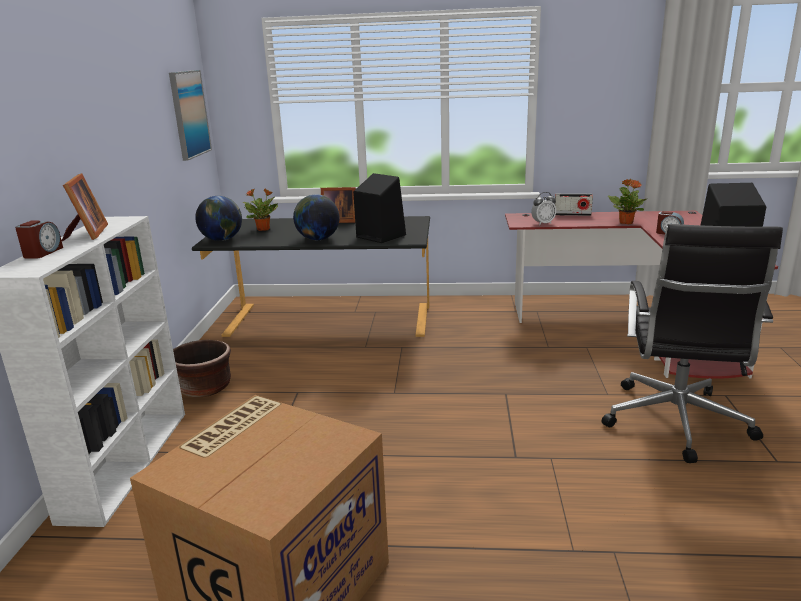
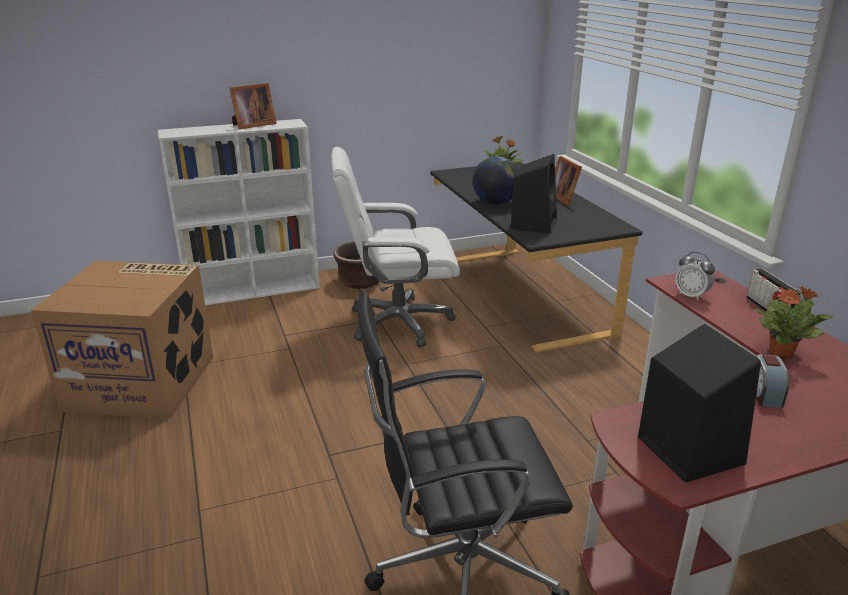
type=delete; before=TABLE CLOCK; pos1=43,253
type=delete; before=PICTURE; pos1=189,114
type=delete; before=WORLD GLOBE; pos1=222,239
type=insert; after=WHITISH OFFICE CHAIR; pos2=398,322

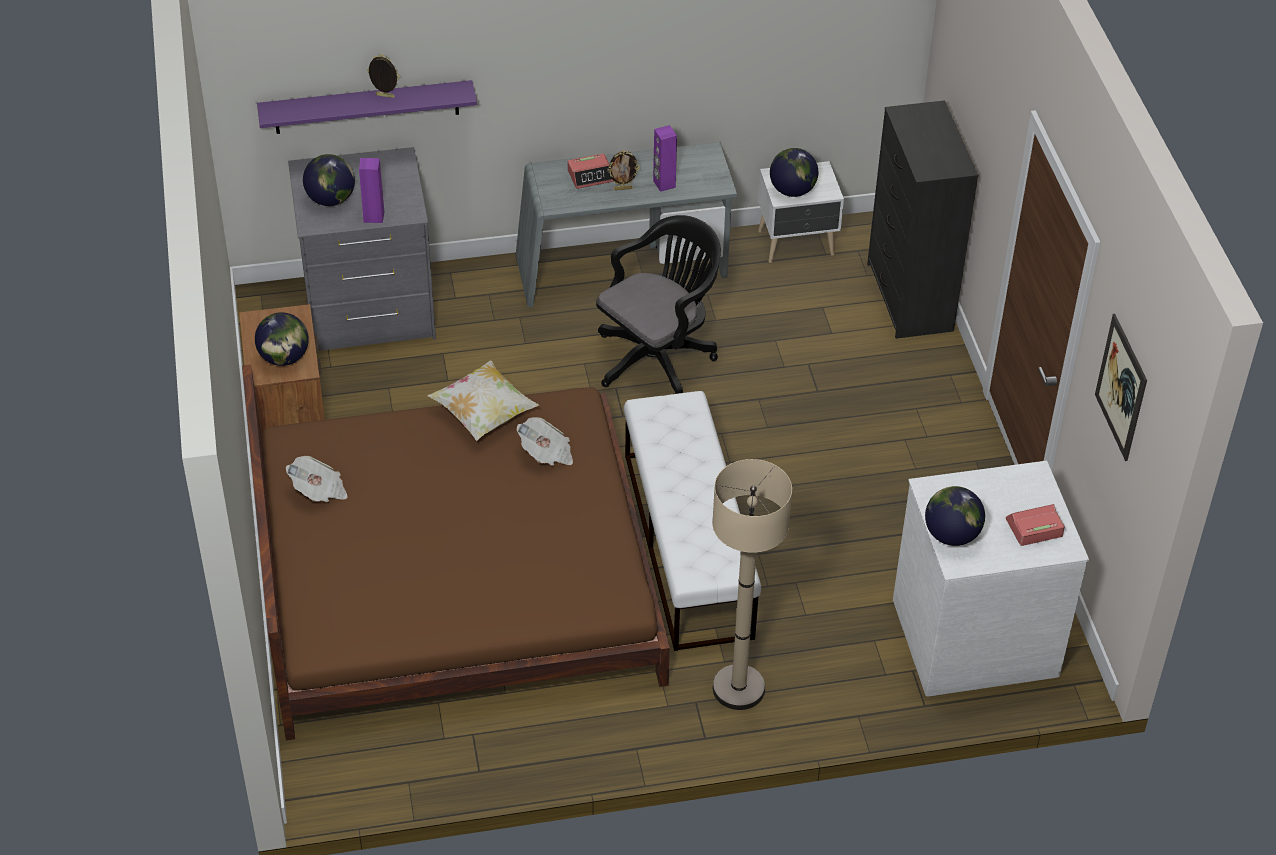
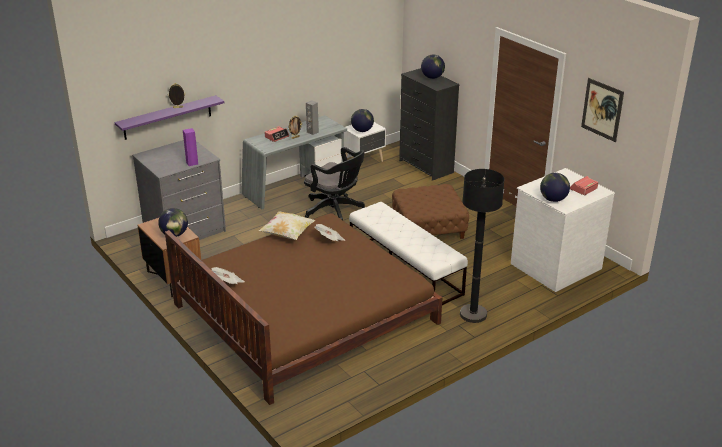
type=move; before=WORLD GLOBE; pos1=331,199; pos2=432,77
type=rotate; before=BLACK OFFICE CHAIR; pos1=658,357; pos2=336,211; turn=105
type=recolor; before=PURPLISH LOUDSPEAKER; after=GREYISH LOUDSPEAKER; pos1=664,184; pos2=312,132
type=recolor; before=BEIGE FLOOR LAMP; after=BLACK FLOOR LAMP; pos1=738,688; pos2=473,314
type=insert; after=BROWNISH FOOTREST; pos2=429,227

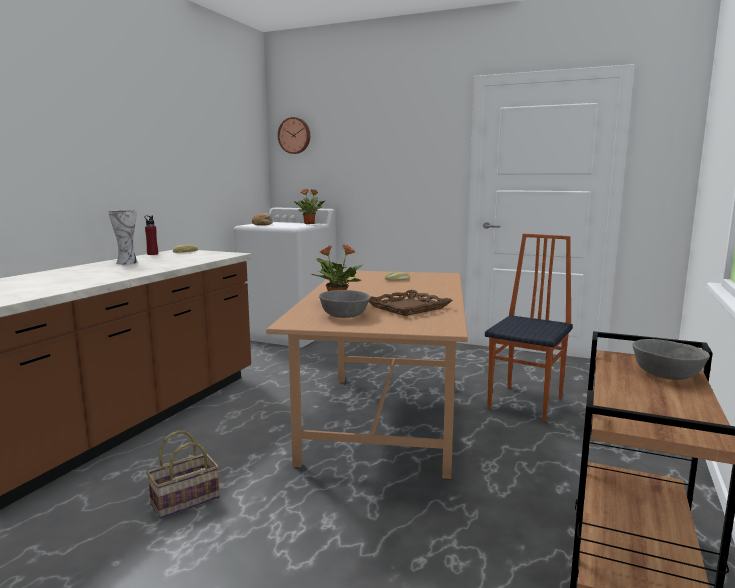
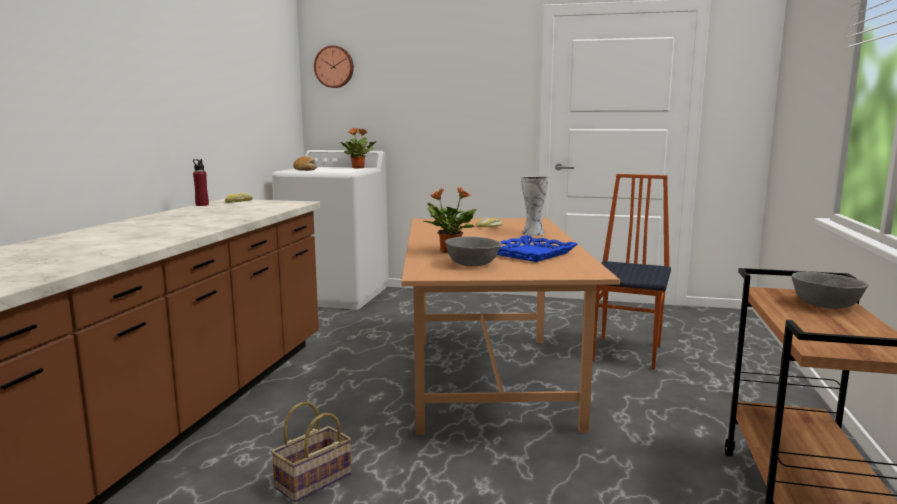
type=move; before=VASE; pos1=127,262; pos2=532,233
type=recolor; before=BROWNISH TRAY; after=BLUISH TRAY; pos1=408,308; pos2=531,254

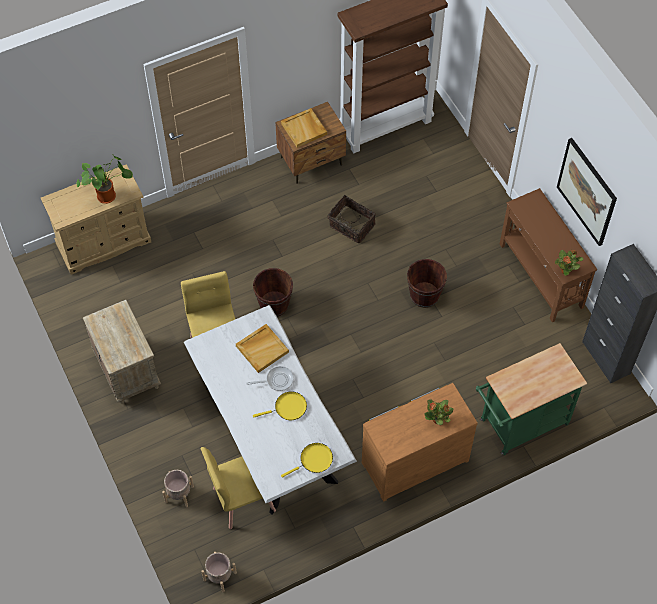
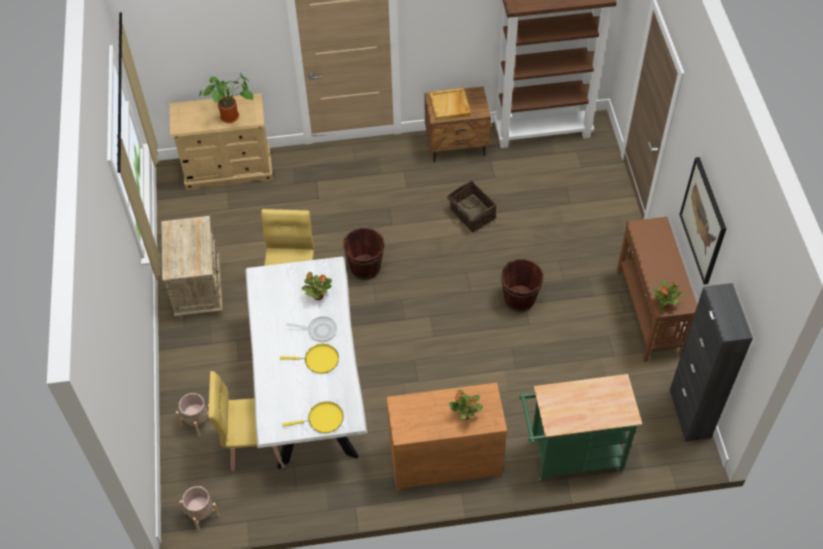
type=replace; before=BEIGE TRAY; after=HOUSEPLANT; pos1=262,349; pos2=318,296

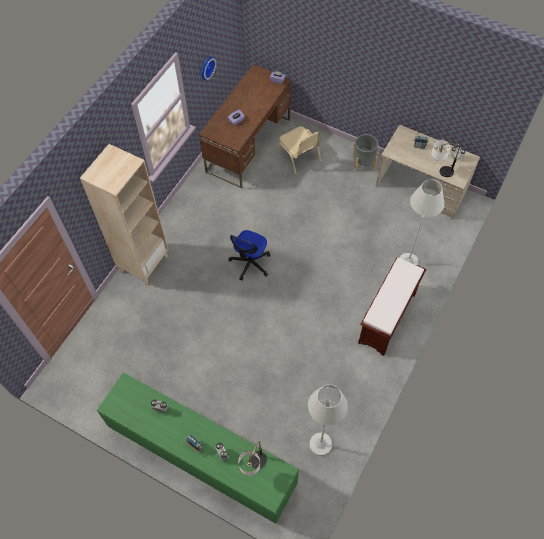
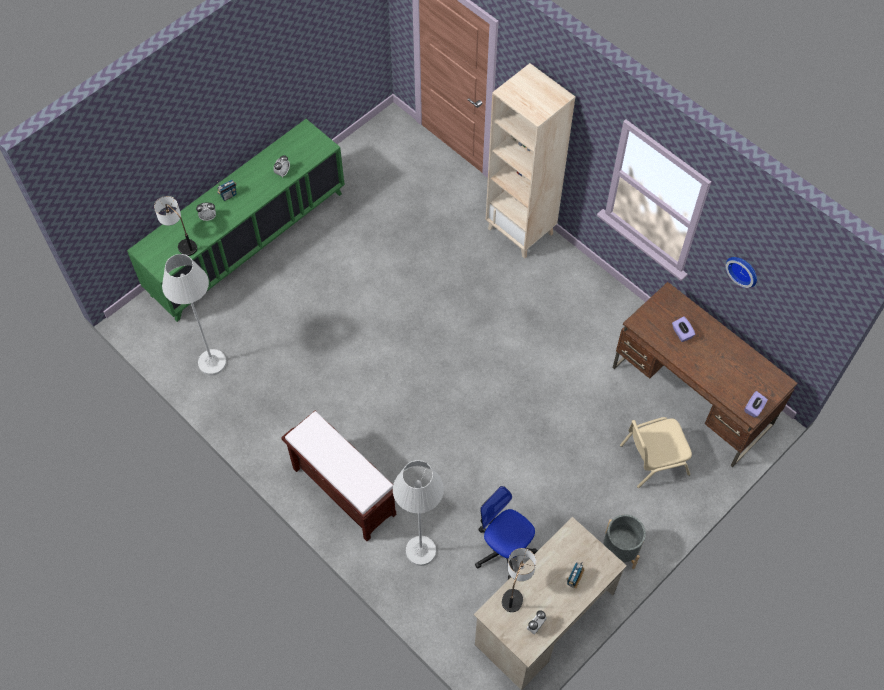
type=move; before=OFFICE CHAIR; pos1=250,263; pos2=504,549

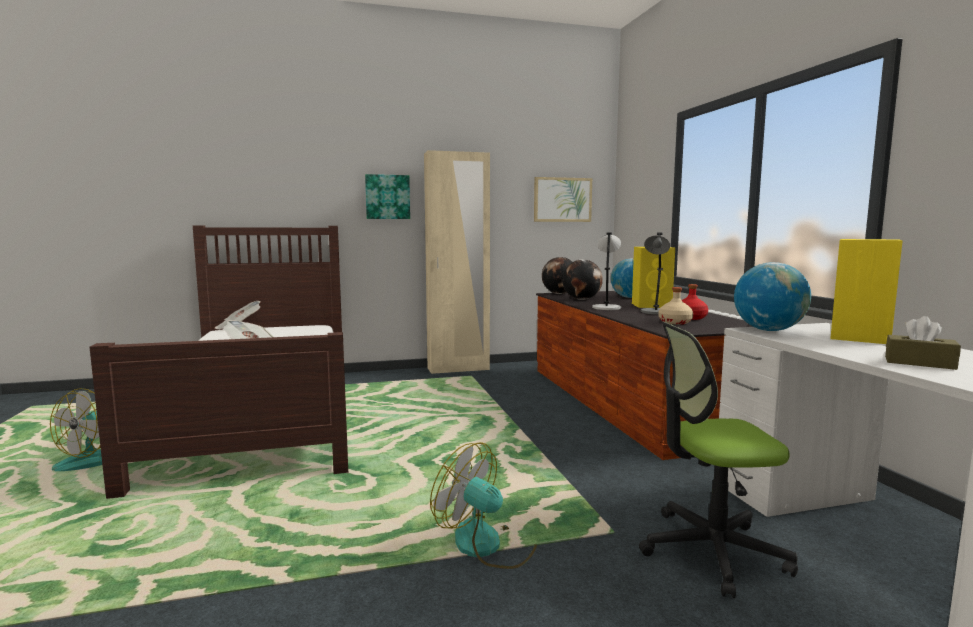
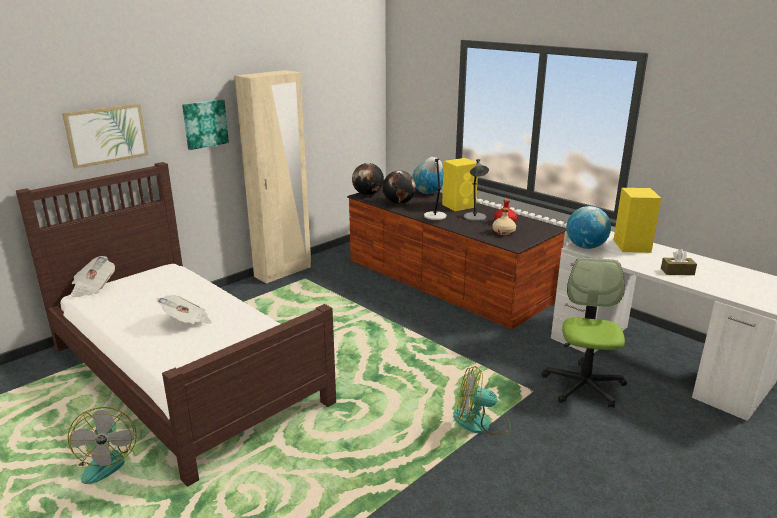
type=move; before=PICTURE; pos1=562,199; pos2=106,134
type=rotate; before=OFFICE CHAIR; pos1=712,551; pos2=584,386; turn=135

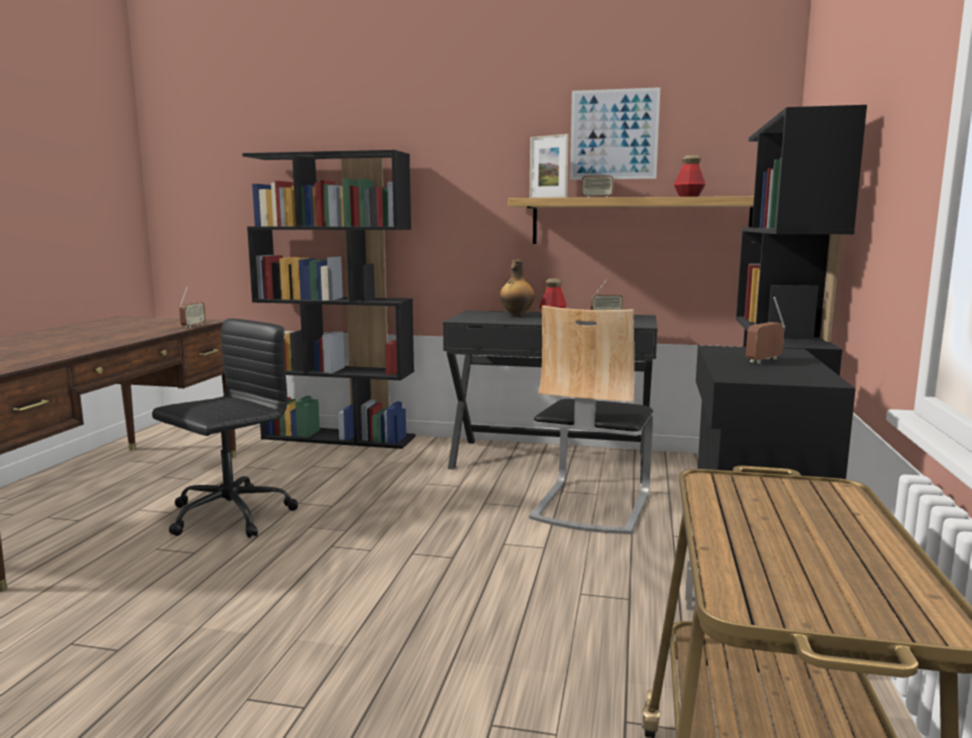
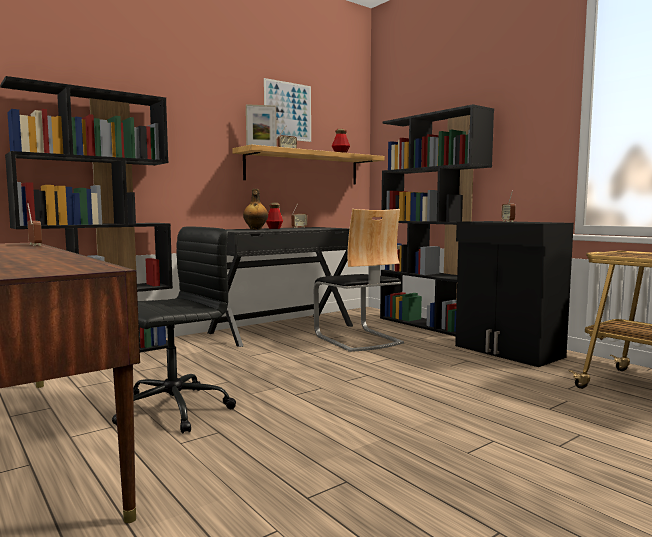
type=rotate; before=BLACK OFFICE CHAIR; pos1=228,515; pos2=171,410; turn=60

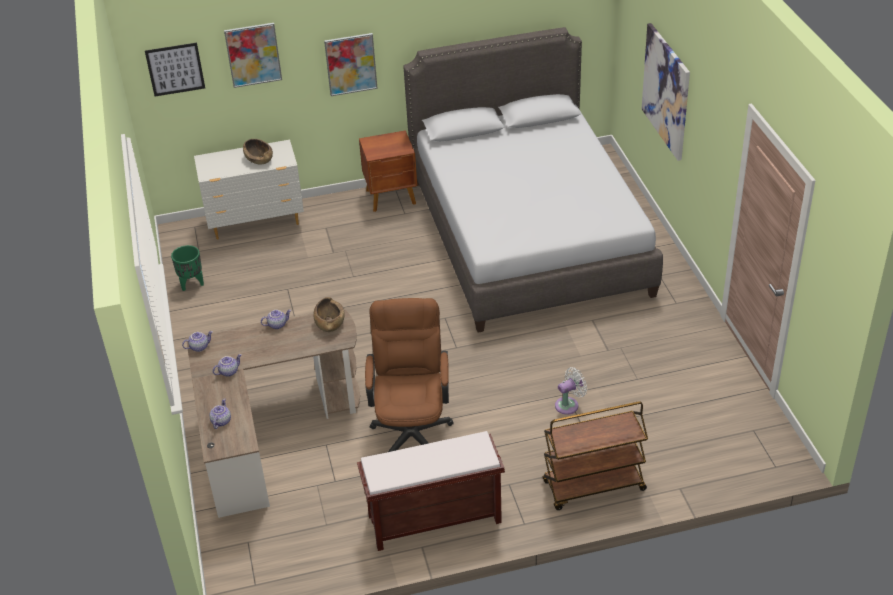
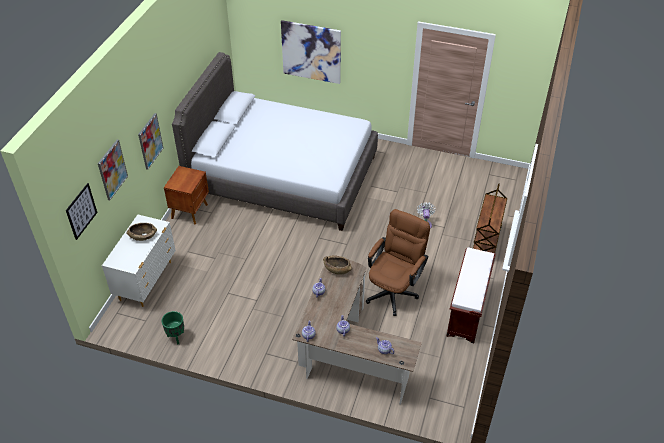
type=rotate; before=BROWNISH OFFICE CHAIR; pos1=412,428; pos2=394,290; turn=90

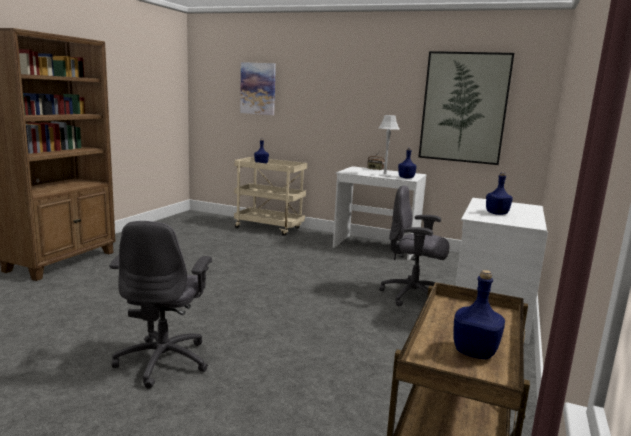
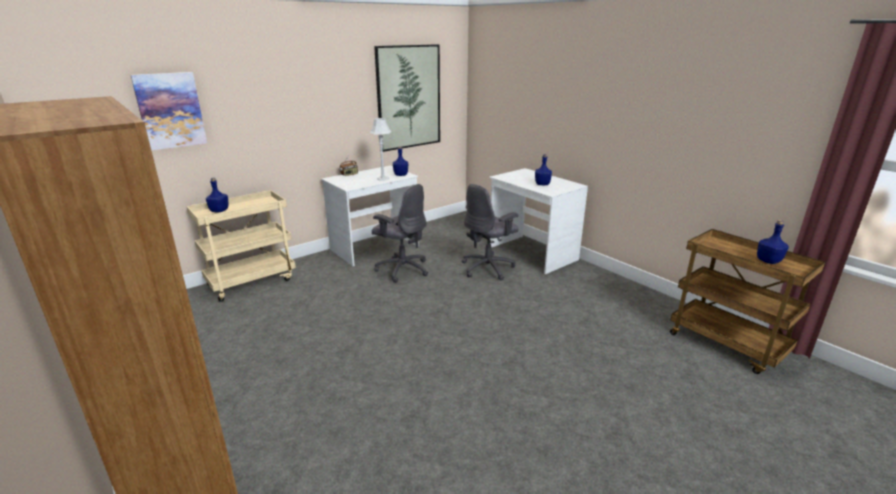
type=move; before=GREYISH OFFICE CHAIR; pos1=164,361; pos2=402,269

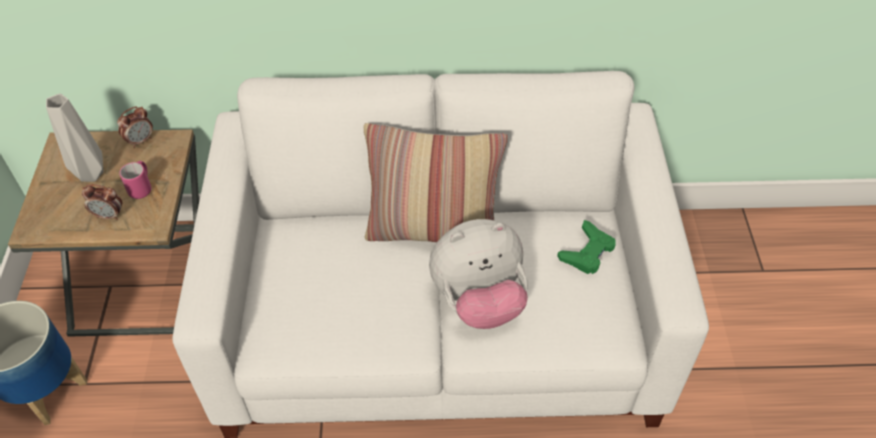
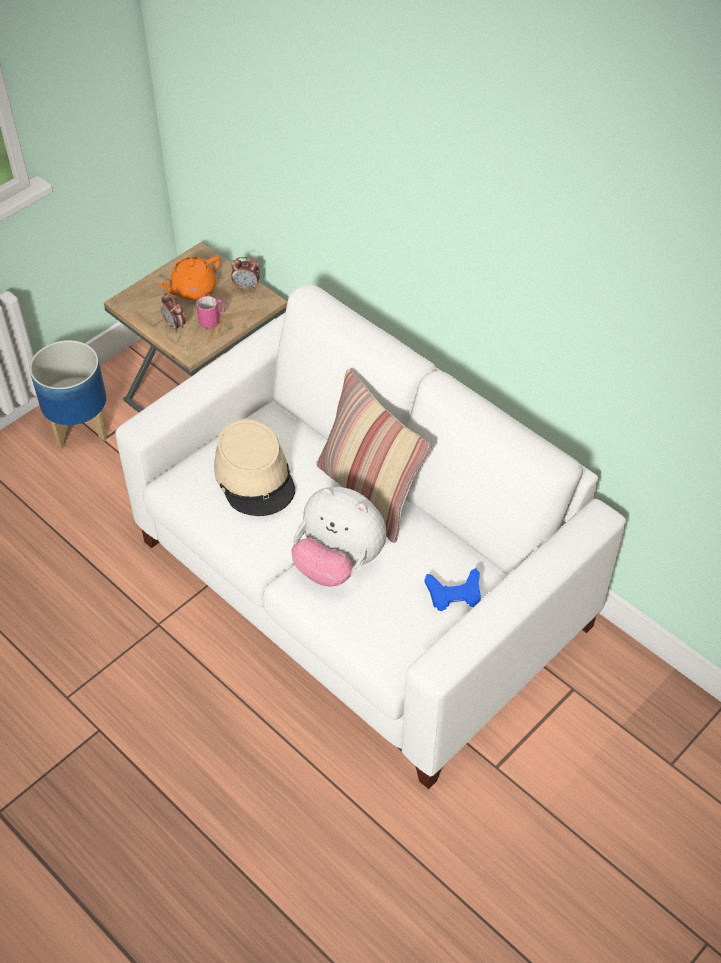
type=replace; before=GREYISH VASE; after=ORANGE TEAPOT; pos1=90,175; pos2=192,290
type=recolor; before=GREEN JOYPAD; after=BLUISH JOYPAD; pos1=587,252; pos2=454,593
type=insert; after=BEIGE CLOTHING HAT; pos2=255,477

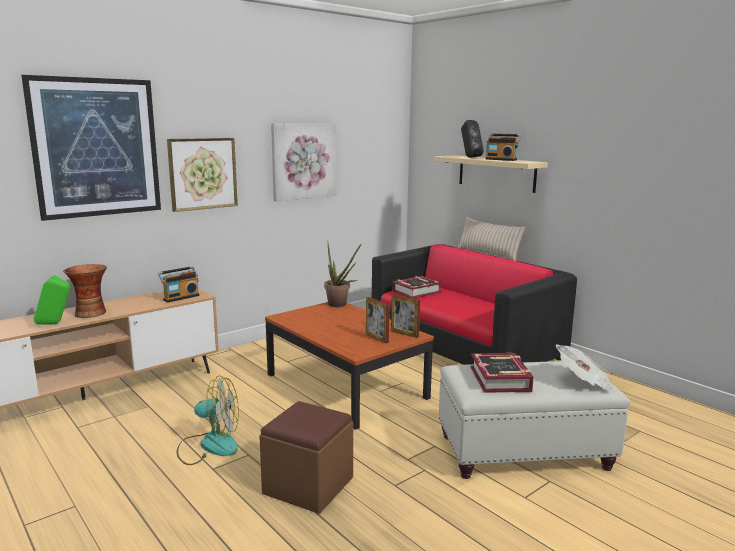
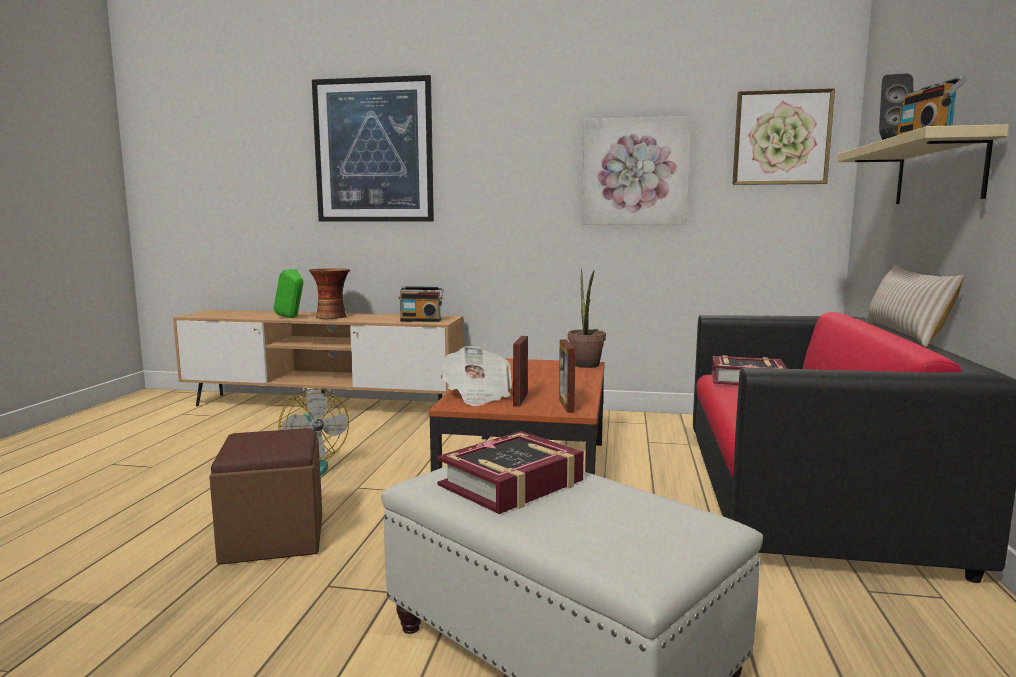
type=move; before=PICTURE; pos1=203,173; pos2=781,138
type=move; before=PRINTED PAPER; pos1=584,382; pos2=477,395

